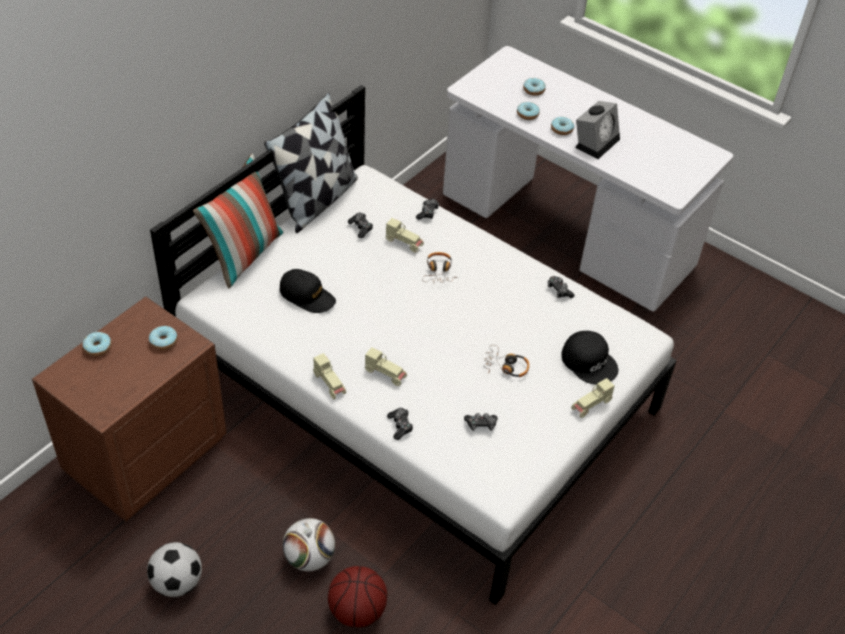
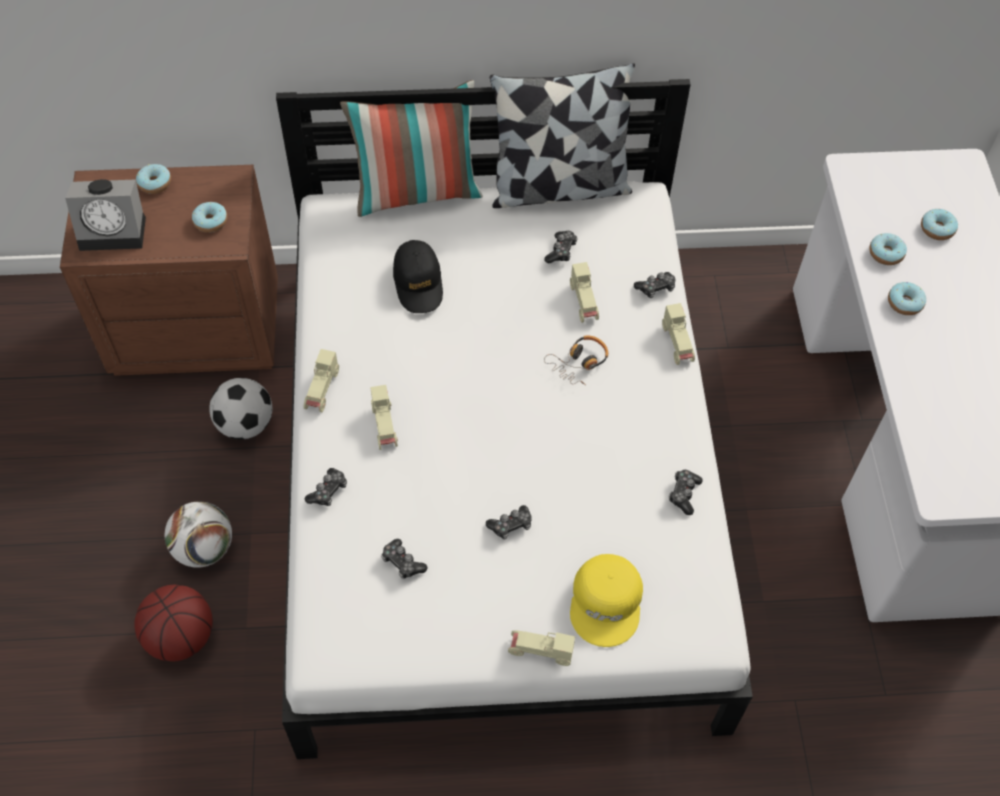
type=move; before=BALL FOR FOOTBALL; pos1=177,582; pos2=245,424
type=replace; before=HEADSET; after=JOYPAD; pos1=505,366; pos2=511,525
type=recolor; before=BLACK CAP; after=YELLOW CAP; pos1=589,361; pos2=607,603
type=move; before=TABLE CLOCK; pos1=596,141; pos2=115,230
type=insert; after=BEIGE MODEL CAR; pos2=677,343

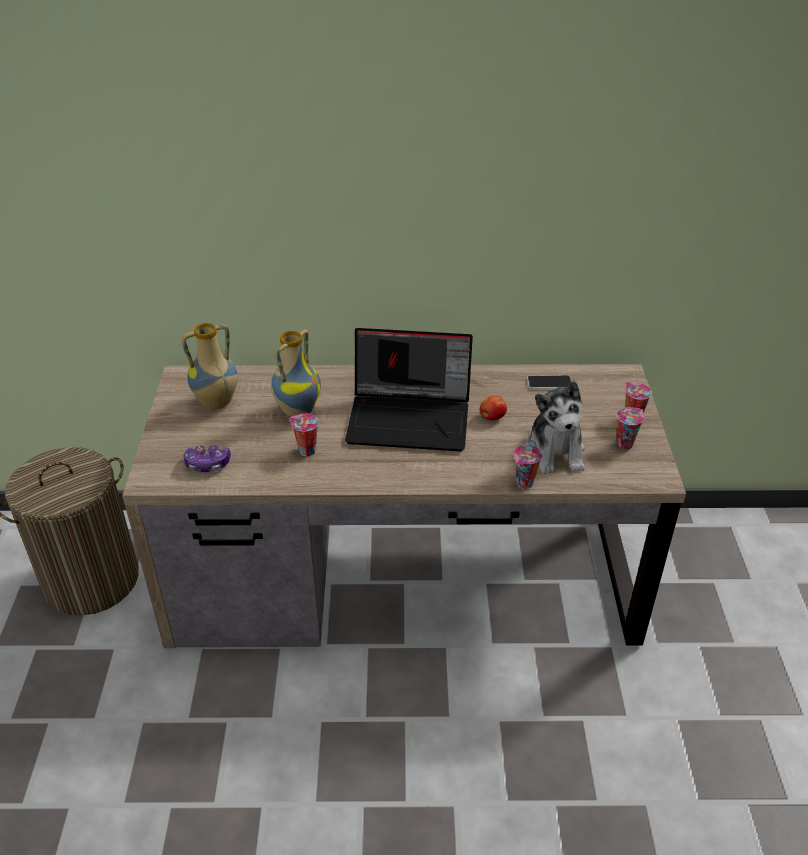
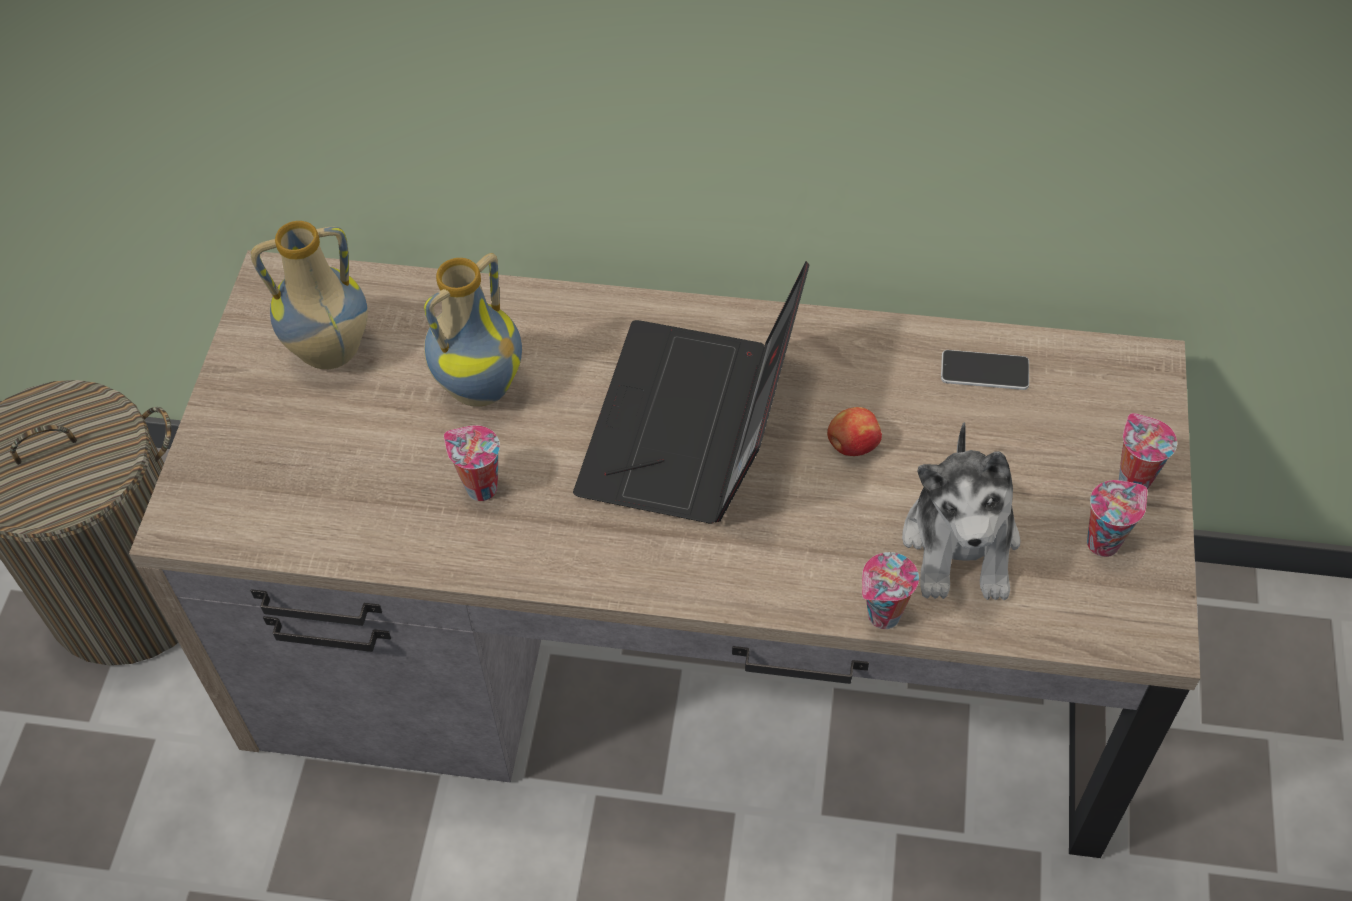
type=delete; before=JOYPAD; pos1=207,464
type=rotate; before=NOTEBOOK COMPUTER; pos1=411,418; pos2=693,430; turn=90

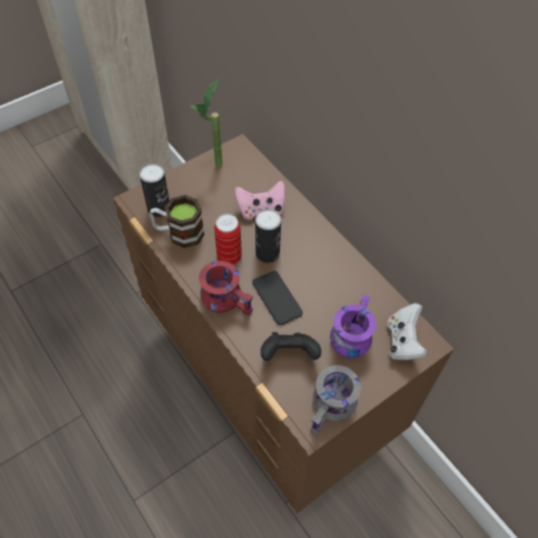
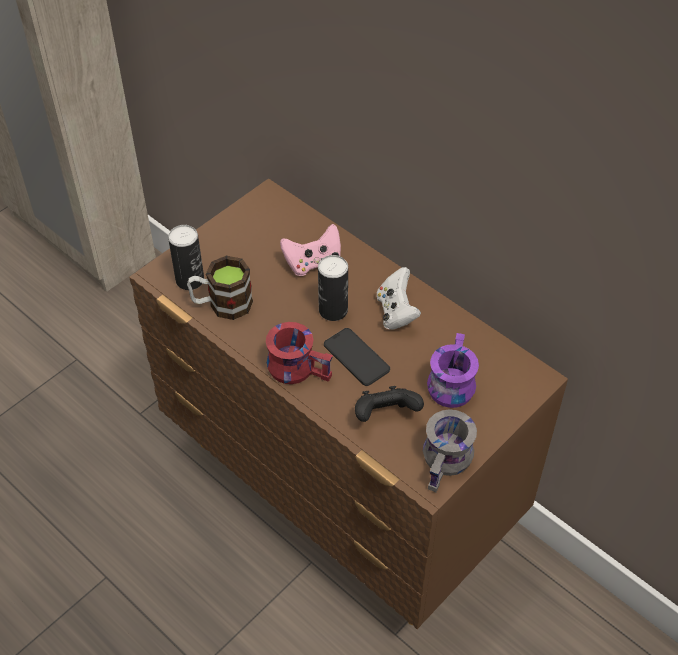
type=delete; before=HOUSEPLANT; pos1=213,168
type=delete; before=METAL CAN; pos1=229,257
type=move; before=WHITISH JOYPAD; pos1=403,341; pos2=396,312

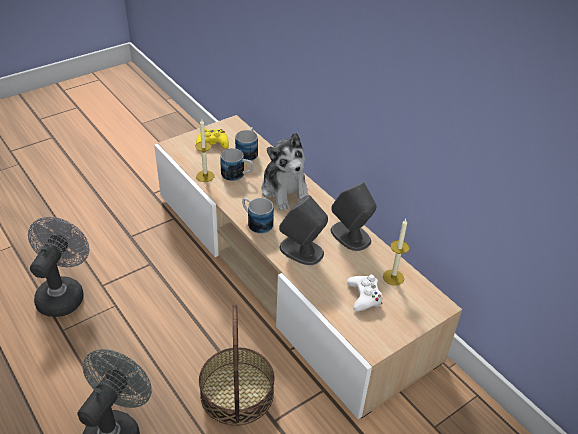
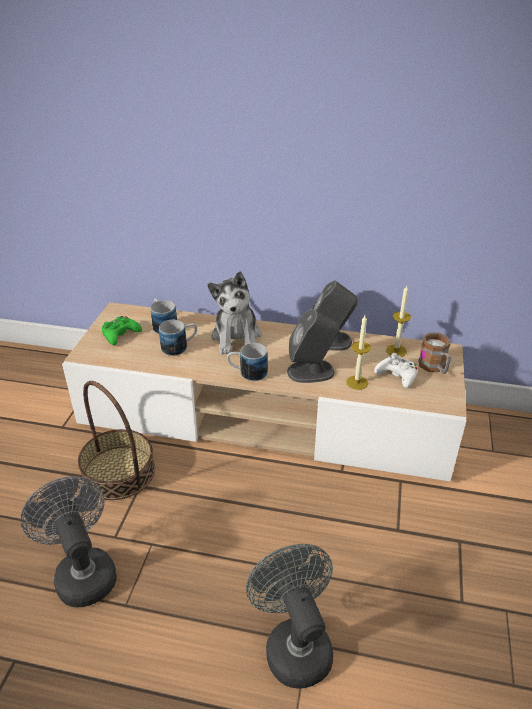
type=move; before=WAX CANDLE; pos1=205,176; pos2=357,382
type=recolor; before=YELLOW JOYPAD; after=GREEN JOYPAD; pos1=212,143; pos2=120,334
type=move; before=HOUSEHOLD BASKET; pos1=237,392; pos2=119,472
type=rotate; before=PLUSH TOY; pos1=285,191; pos2=237,337; turn=60
type=insert; after=MUG; pos2=434,368

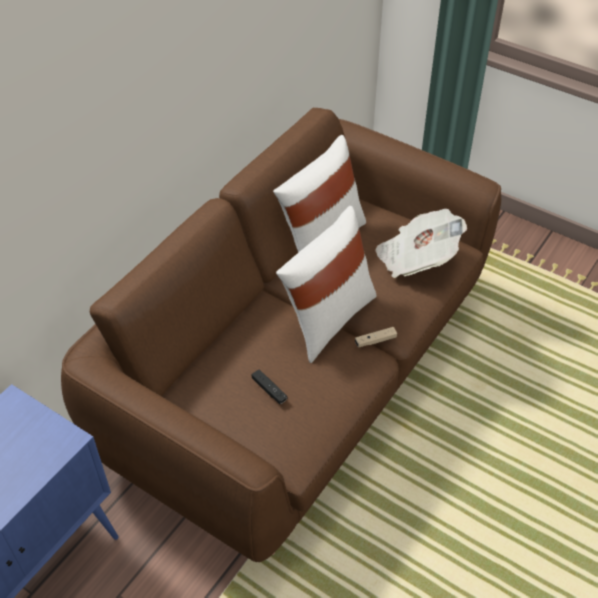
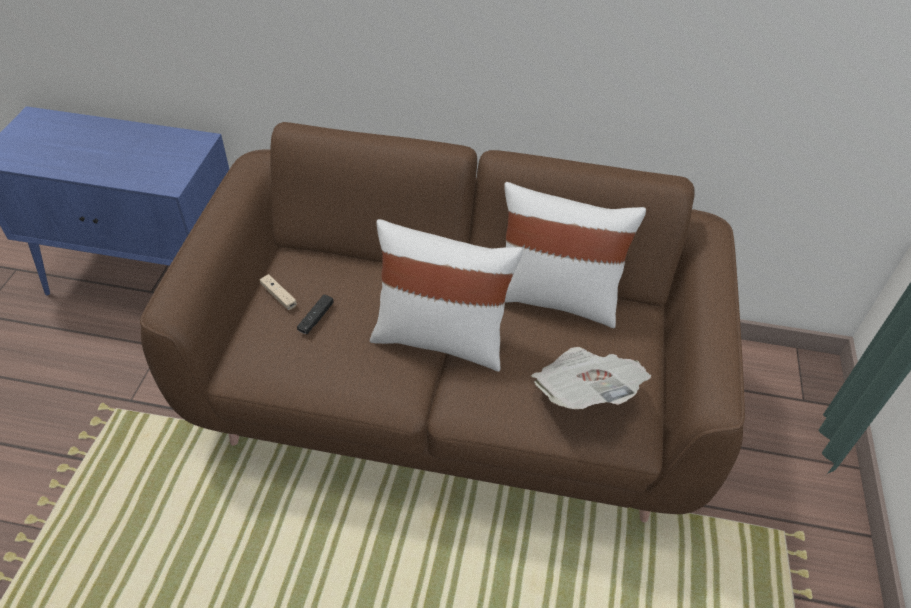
type=move; before=BEIGE JOYPAD; pos1=375,341; pos2=279,296

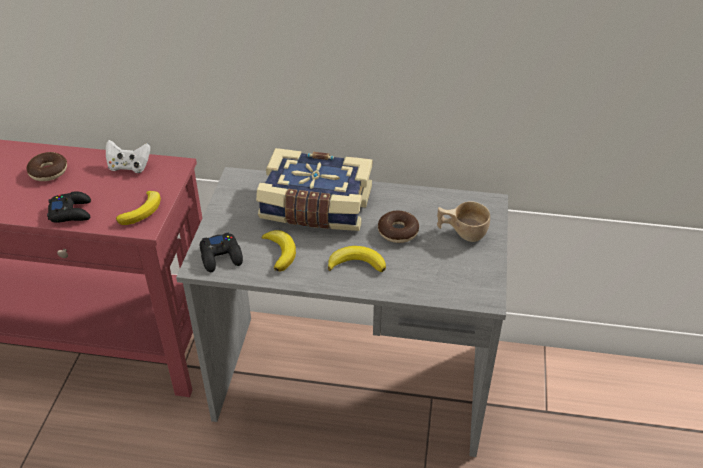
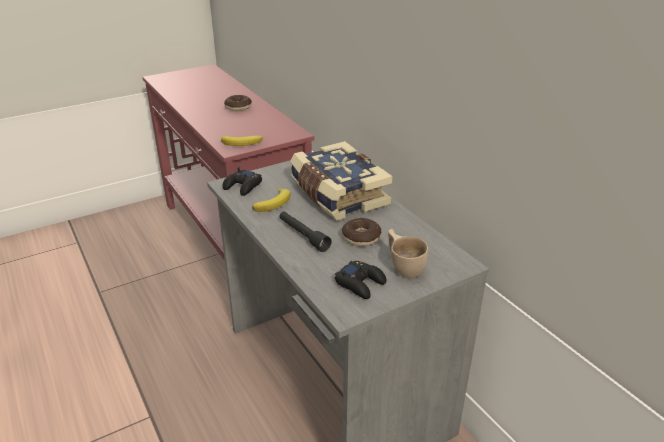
type=move; before=BLACK JOYPAD; pos1=71,212; pos2=360,283
type=delete; before=WHITISH JOYPAD; pos1=129,167
type=replace; before=WHOLE BANANA; after=BLACK FLASHLIGHT; pos1=356,263; pos2=303,236

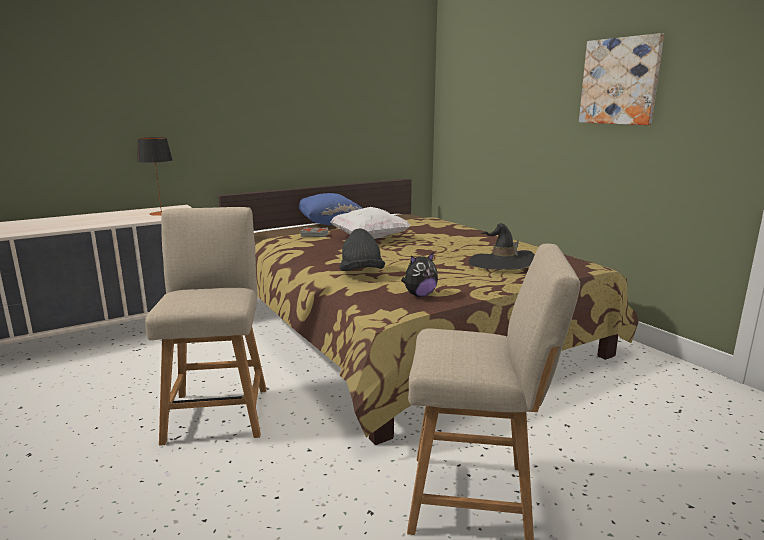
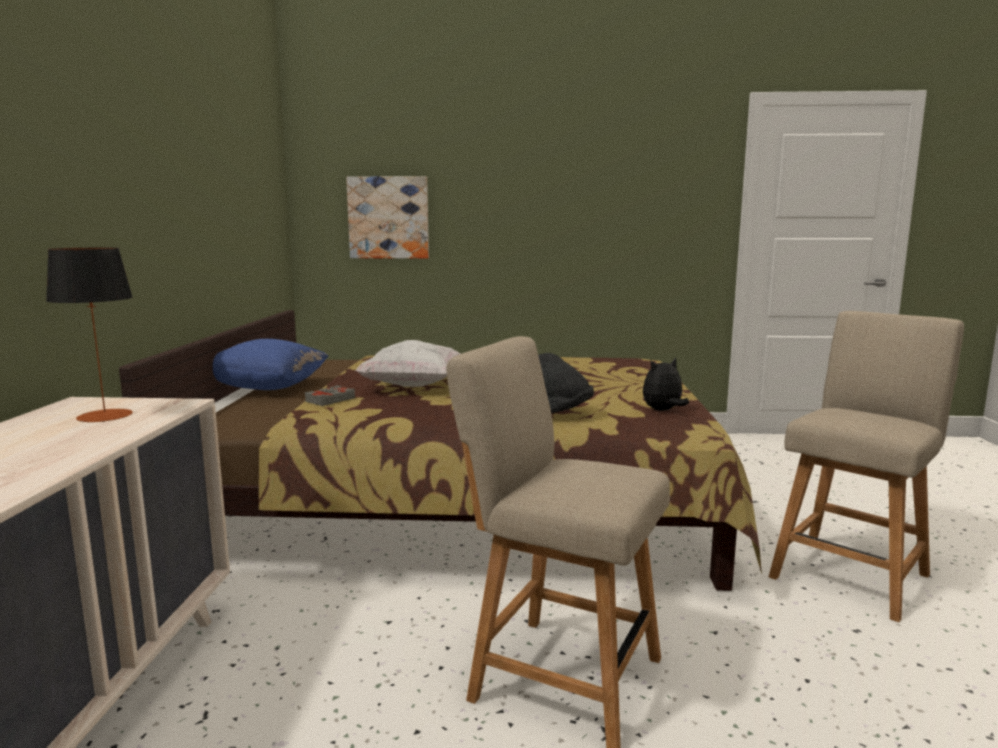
type=rotate; before=PLUSH TOY; pos1=419,295; pos2=663,411; turn=-120
type=delete; before=BLACK CLOTHING HAT; pos1=501,263
type=move; before=PICTURE; pos1=620,81; pos2=388,217

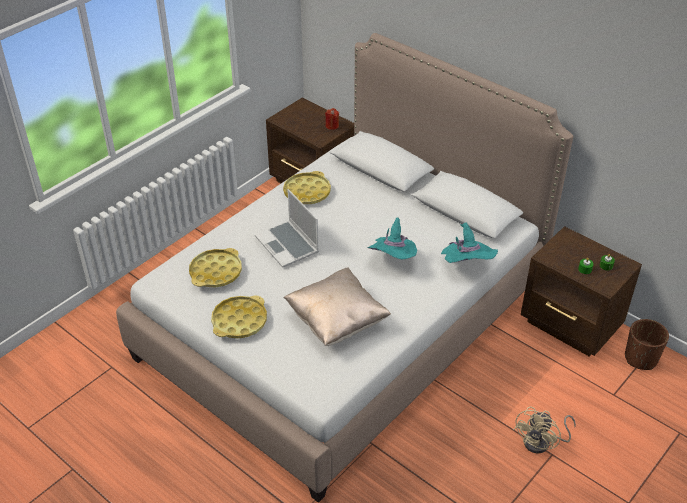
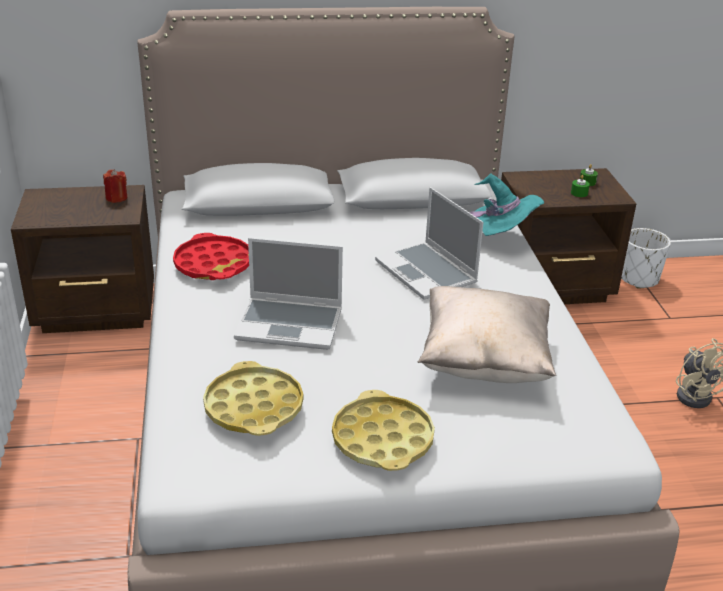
type=recolor; before=YELLOW TRAY; after=REDDISH TRAY; pos1=307,192; pos2=213,264
type=replace; before=BLUE-GREEN CLOTHING HAT; after=NOTEBOOK COMPUTER; pos1=393,260; pos2=427,273
type=recolor; before=BROWNISH PLANT POT; after=WHITISH PLANT POT; pos1=641,358; pos2=638,279

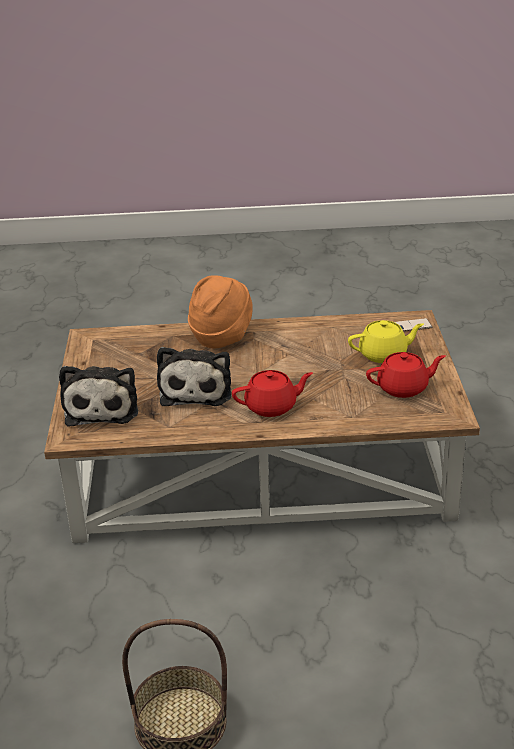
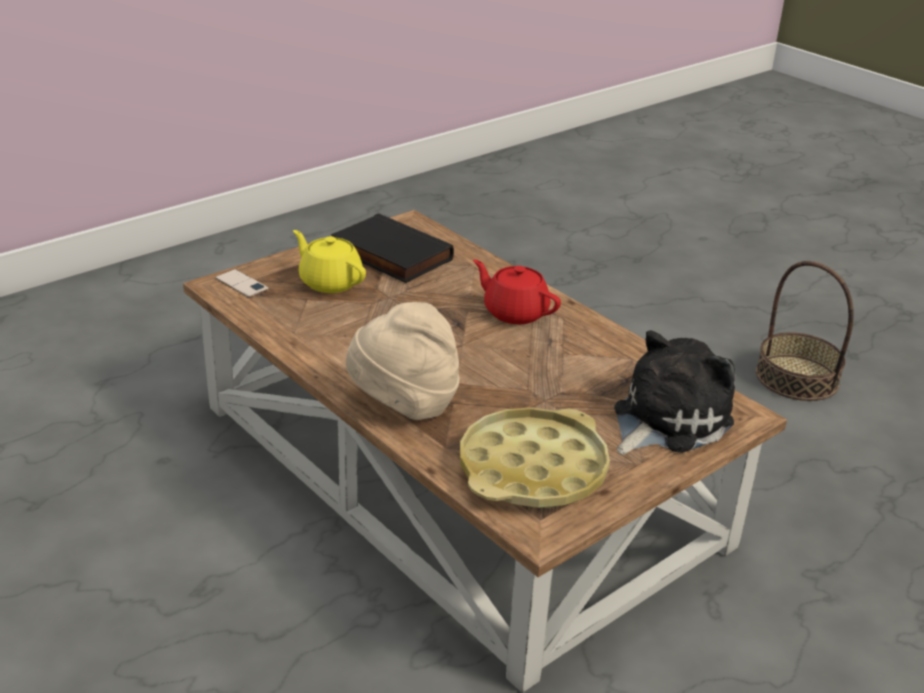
type=delete; before=PLUSH TOY; pos1=196,389
type=recolor; before=ORANGE CLOTHING HAT; after=BEIGE CLOTHING HAT; pos1=221,336; pos2=404,404
type=replace; before=REDDISH TEAPOT; after=BLACK BOUND BOOK; pos1=403,388; pos2=389,255
type=insert; after=YELLOW TRAY; pos2=533,469

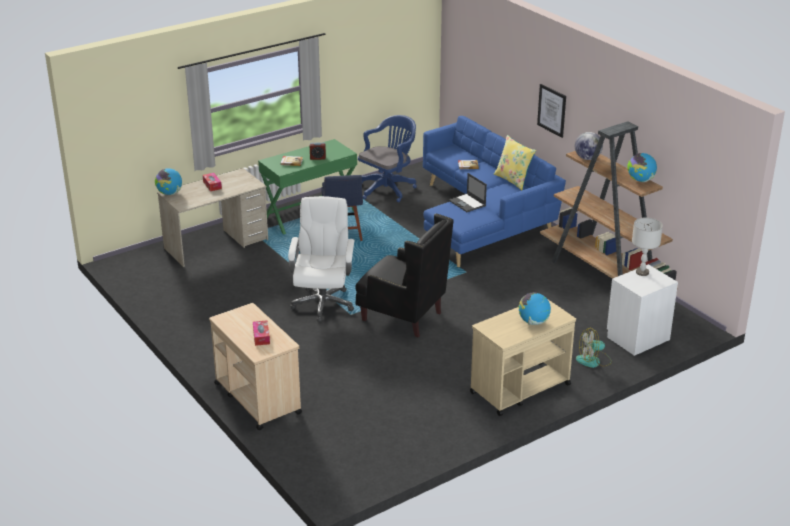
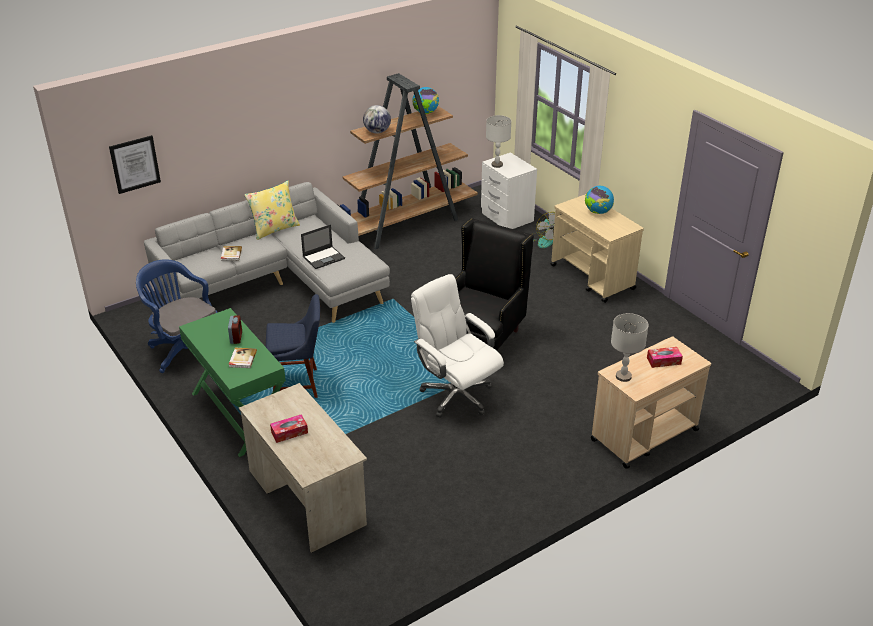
type=delete; before=WORLD GLOBE; pos1=169,193
type=rotate; before=WHITISH OFFICE CHAIR; pos1=323,303; pos2=456,395; turn=45
type=recolor; before=BLUISH SOFA; after=GREYISH SOFA; pos1=483,220; pos2=281,285
type=move; before=PICTURE; pos1=552,110; pos2=135,164
type=insert; after=GREYISH LAMP FOR A TABLE; pos2=623,376

